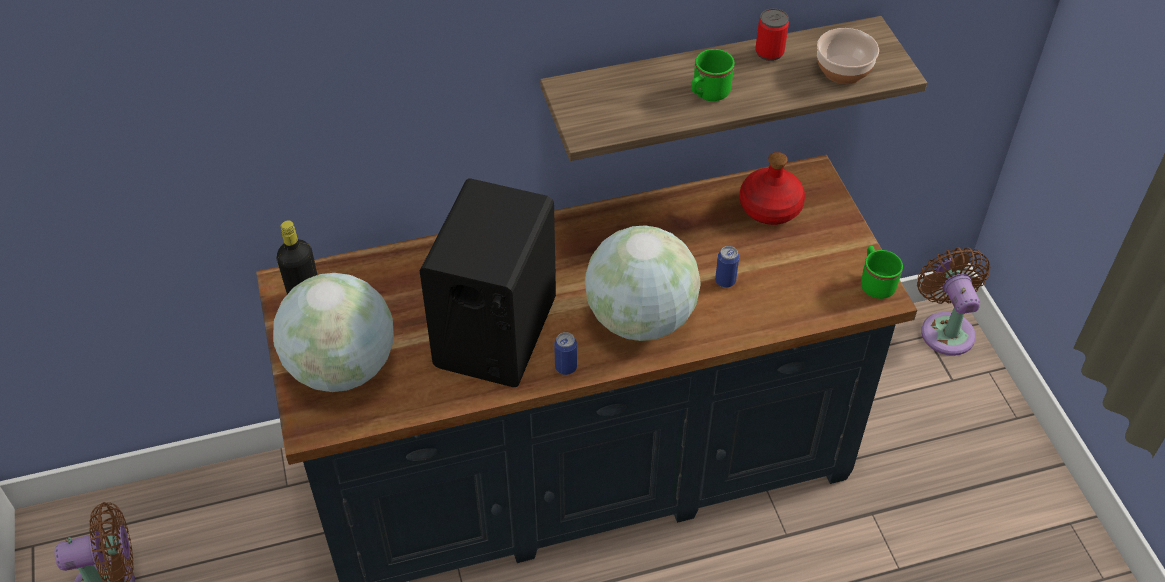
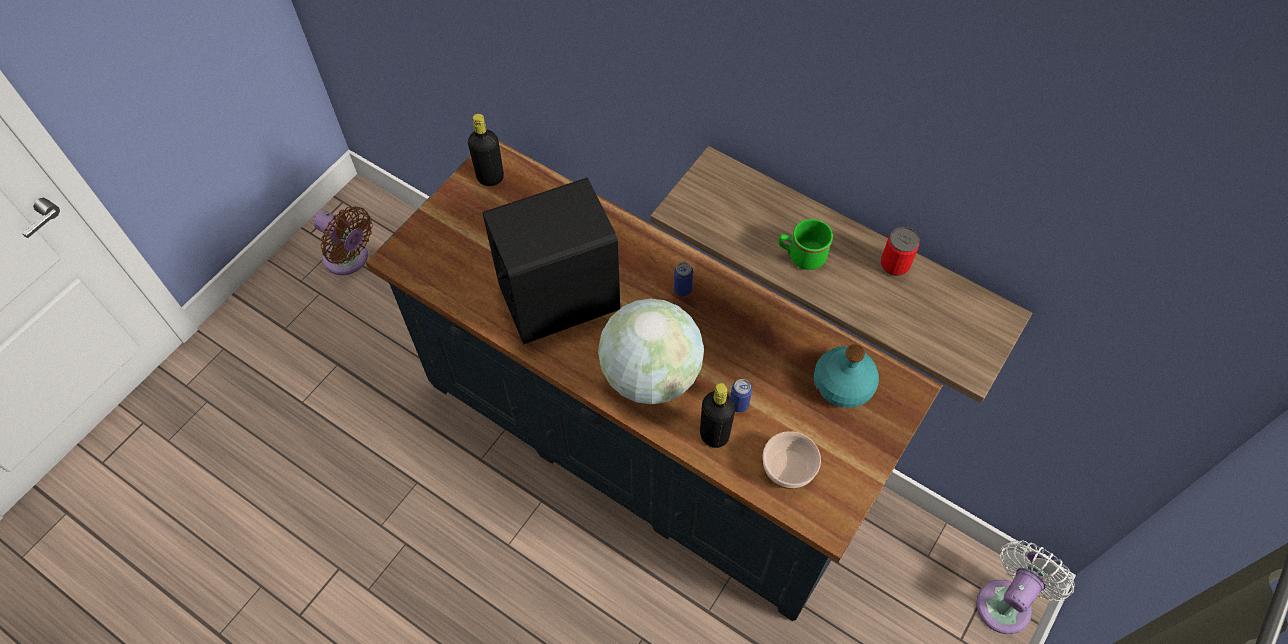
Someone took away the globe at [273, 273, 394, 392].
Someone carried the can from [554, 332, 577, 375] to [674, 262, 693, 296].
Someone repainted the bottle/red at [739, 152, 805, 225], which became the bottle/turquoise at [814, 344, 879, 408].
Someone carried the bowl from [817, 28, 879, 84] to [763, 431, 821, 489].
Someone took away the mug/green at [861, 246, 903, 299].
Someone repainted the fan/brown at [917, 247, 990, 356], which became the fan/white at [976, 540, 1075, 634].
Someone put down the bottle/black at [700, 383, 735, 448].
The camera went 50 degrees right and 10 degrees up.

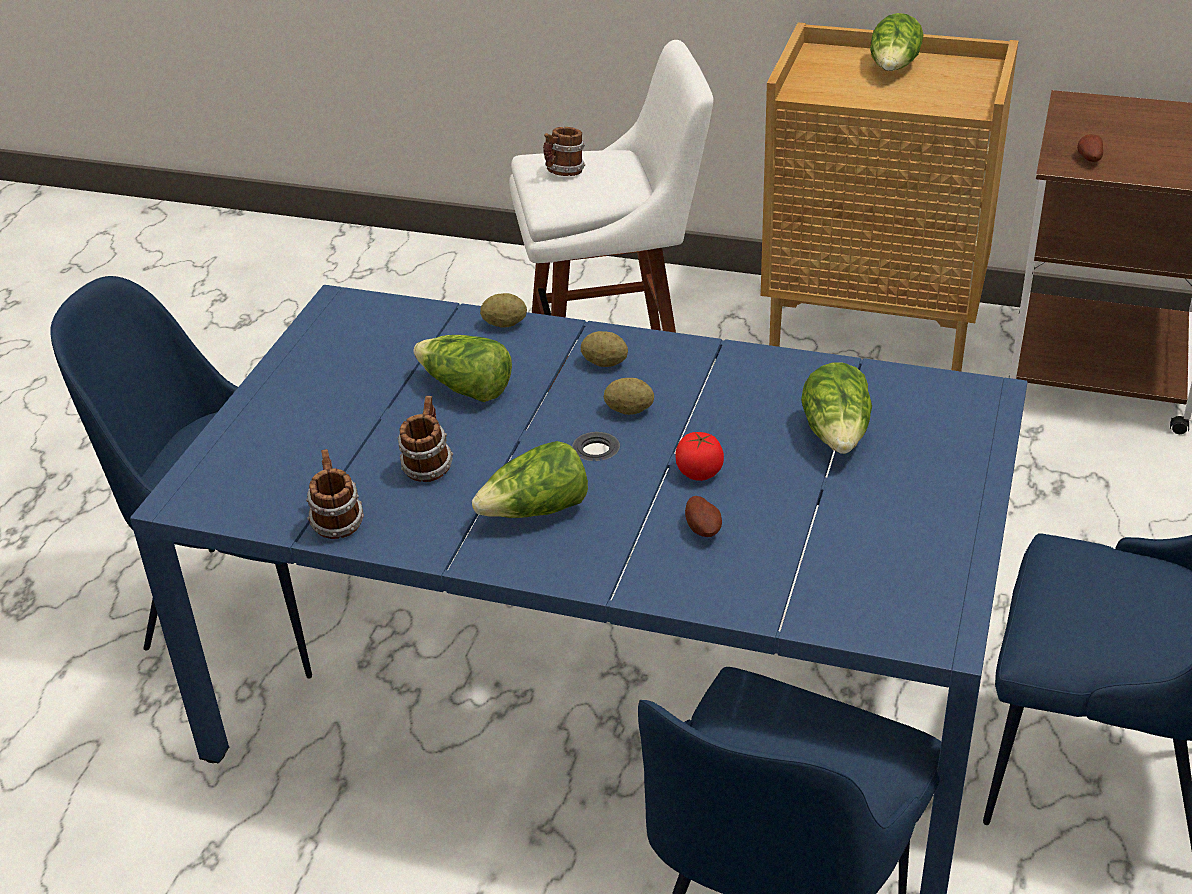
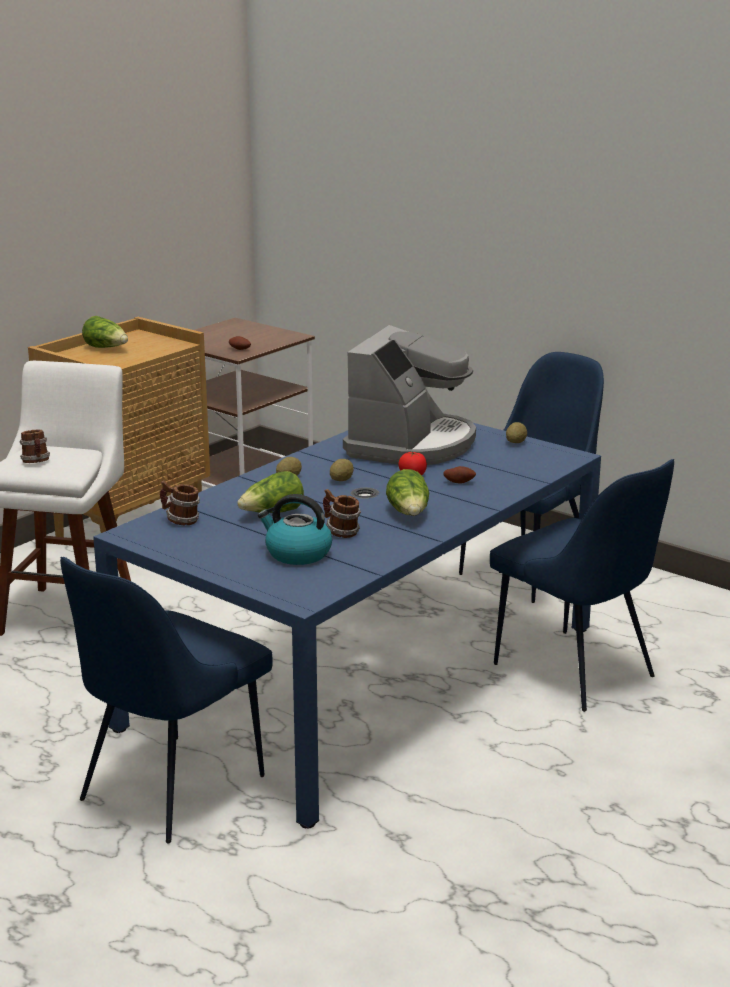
Someone carried the mug from [306, 449, 364, 539] to [160, 481, 200, 525].
Someone carried the potato from [480, 293, 527, 327] to [506, 422, 527, 443].
Someone swapped the lettuce at [801, 363, 872, 454] for the coffee machine at [343, 325, 476, 465].
Someone put down the kettle at [258, 494, 332, 565].
The camera went 70 degrees left and 15 degrees down.

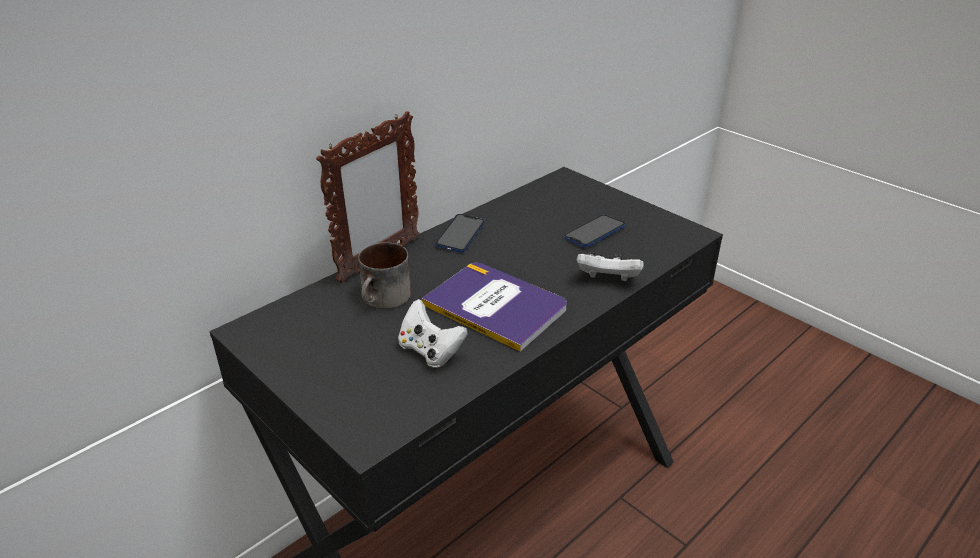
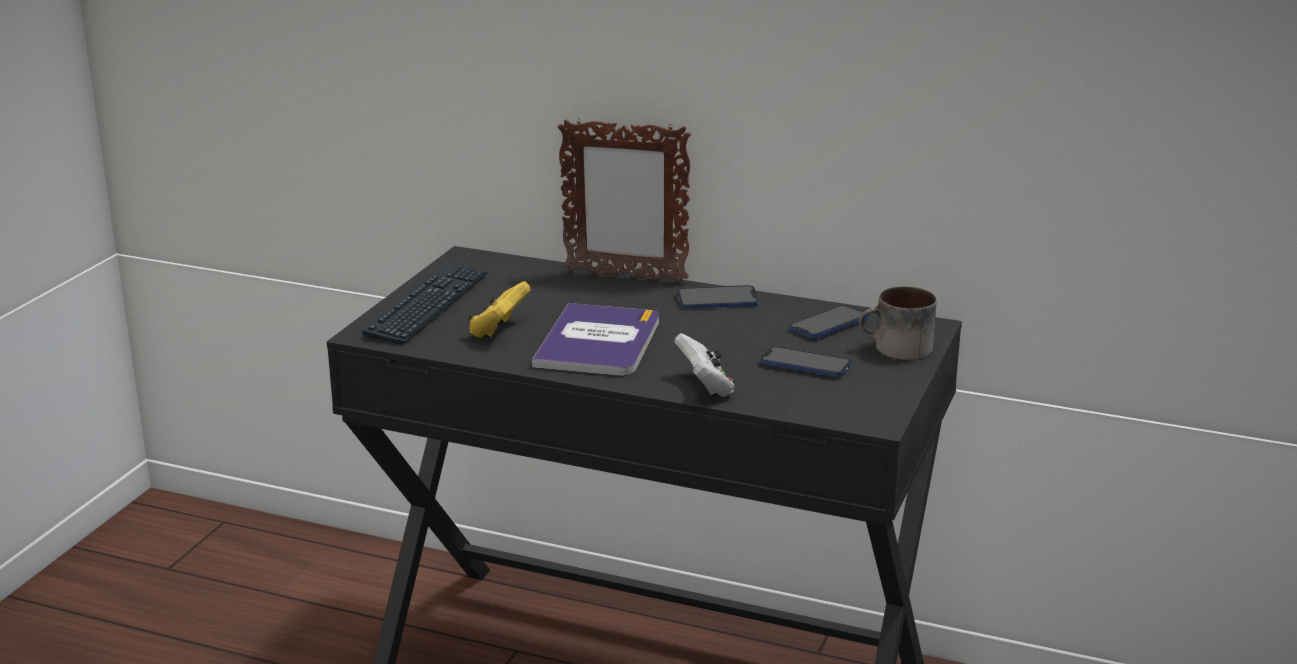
Someone carried the mug from [358, 242, 411, 309] to [858, 286, 937, 360].
Someone repainted the game controller/white at [398, 299, 468, 368], which became the game controller/yellow at [468, 281, 531, 338].
Someone put down the keyboard at [362, 262, 488, 345].
Someone put down the phone at [788, 305, 869, 338].
The camera went 65 degrees right and 10 degrees down.

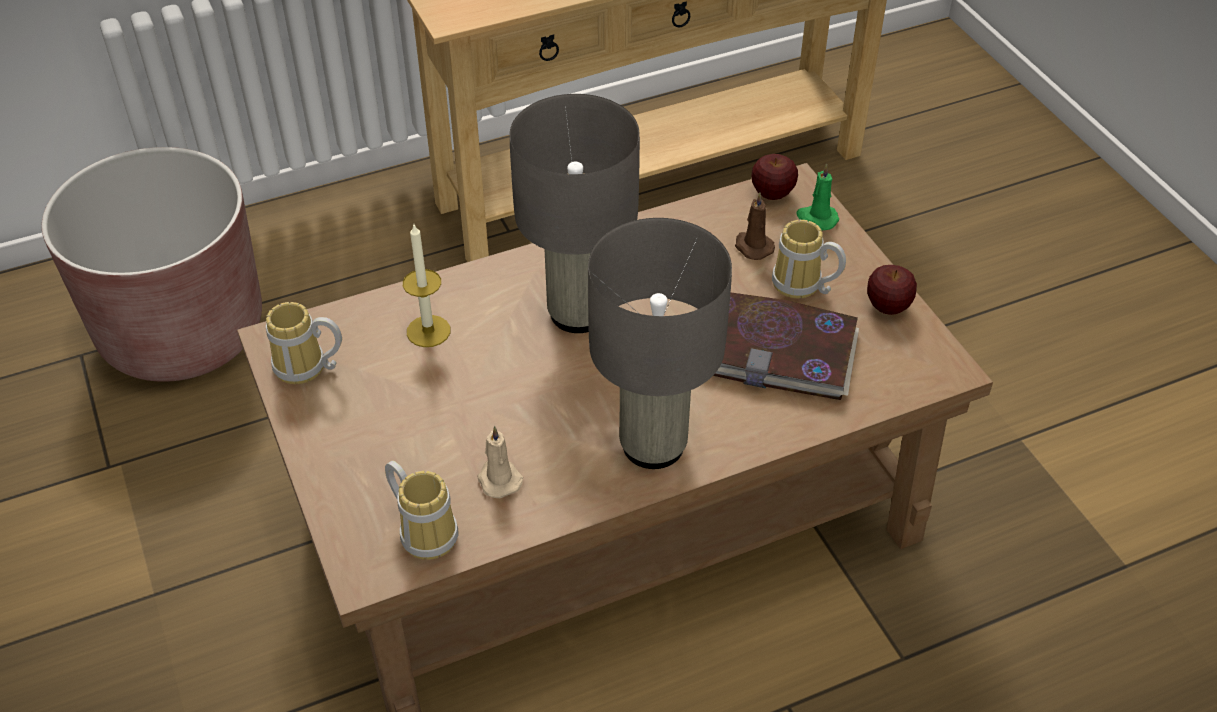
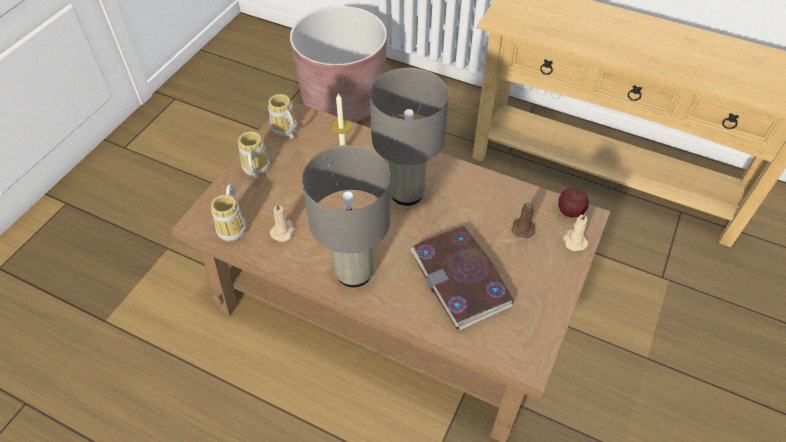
Someone carried the mug from [772, 220, 846, 298] to [238, 131, 270, 180].
Someone repainted the candle/green at [796, 163, 839, 230], which became the candle/beige at [563, 213, 588, 251].
Someone took away the apple at [867, 265, 917, 315].
The camera went 50 degrees right and 5 degrees up.

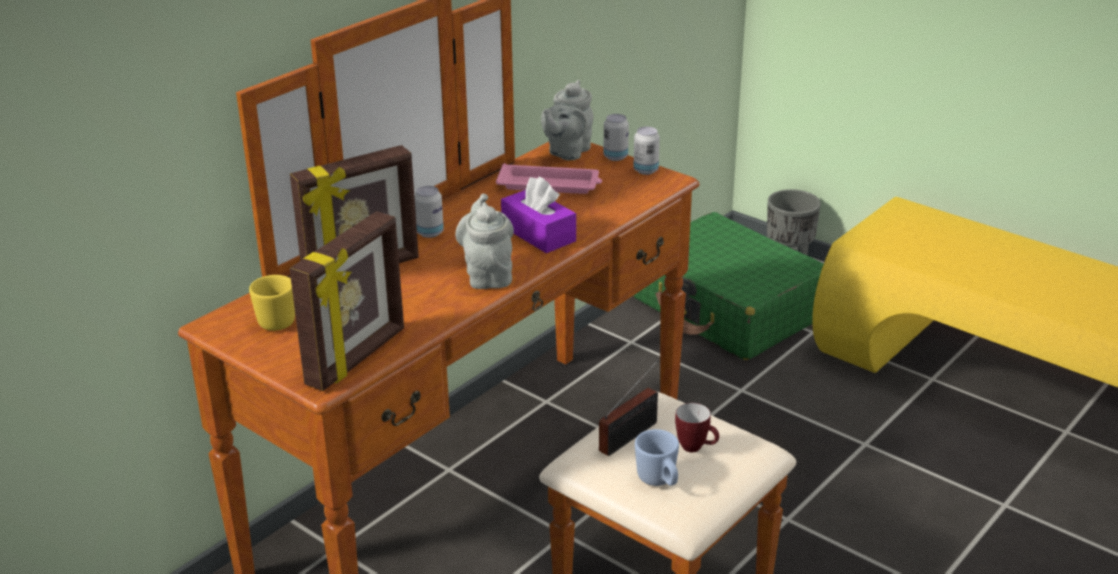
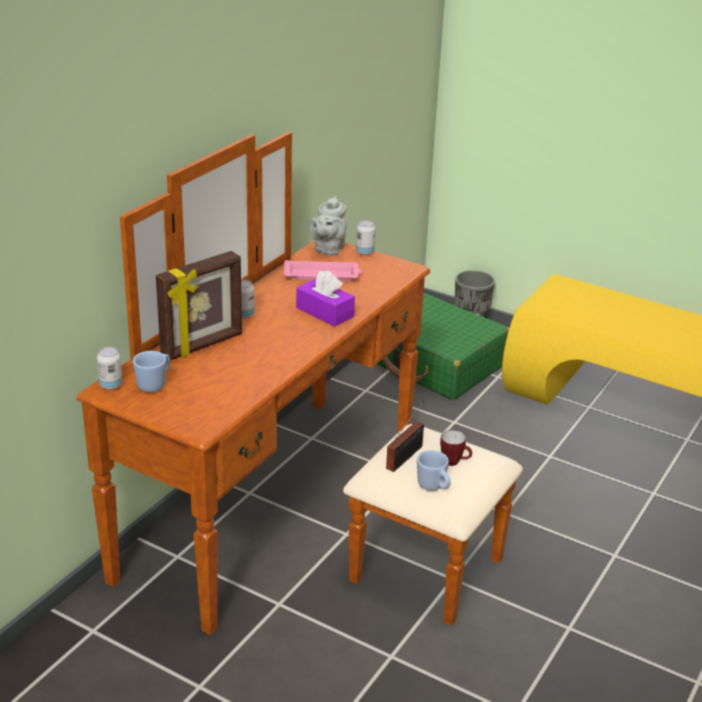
Someone repainted the mug/yellow at [249, 275, 295, 331], which became the mug/blue at [133, 351, 170, 392].
Someone took away the picture frame at [289, 211, 404, 391].
Someone took away the teapot/grey at [455, 194, 514, 289].
Someone carried the can from [634, 127, 660, 175] to [97, 347, 122, 390].
The camera went 10 degrees left and 0 degrees up.

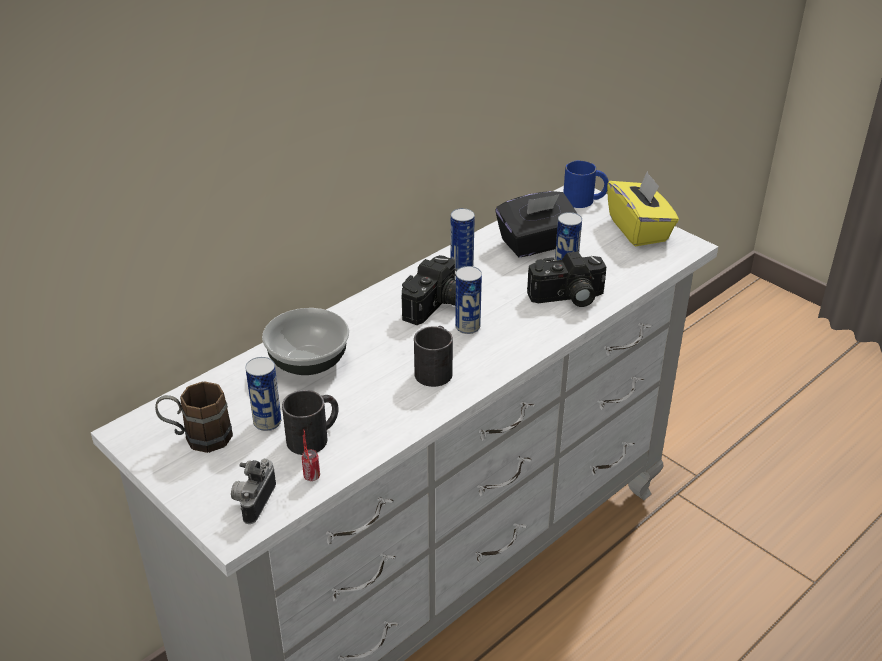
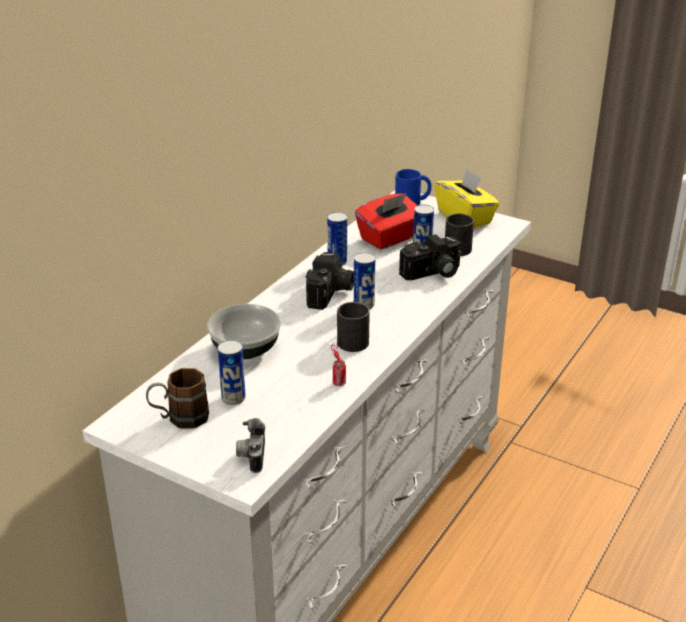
Someone carried the mug/black from [282, 390, 338, 455] to [445, 214, 474, 256].
Someone carried the can from [302, 430, 320, 481] to [331, 343, 346, 386].
Someone repainted the tissue box/black at [496, 191, 578, 257], which became the tissue box/red at [355, 193, 418, 250].
The camera went 15 degrees left and 5 degrees down.

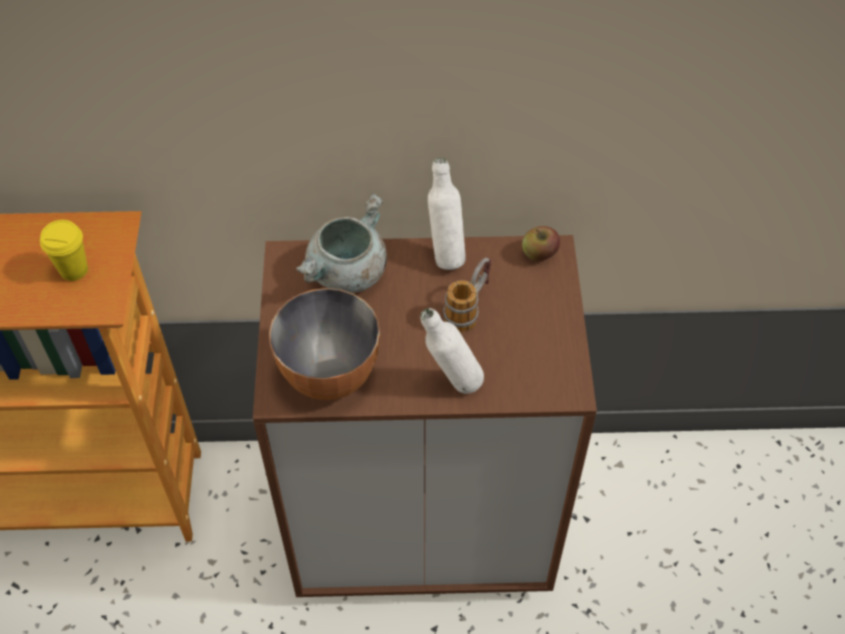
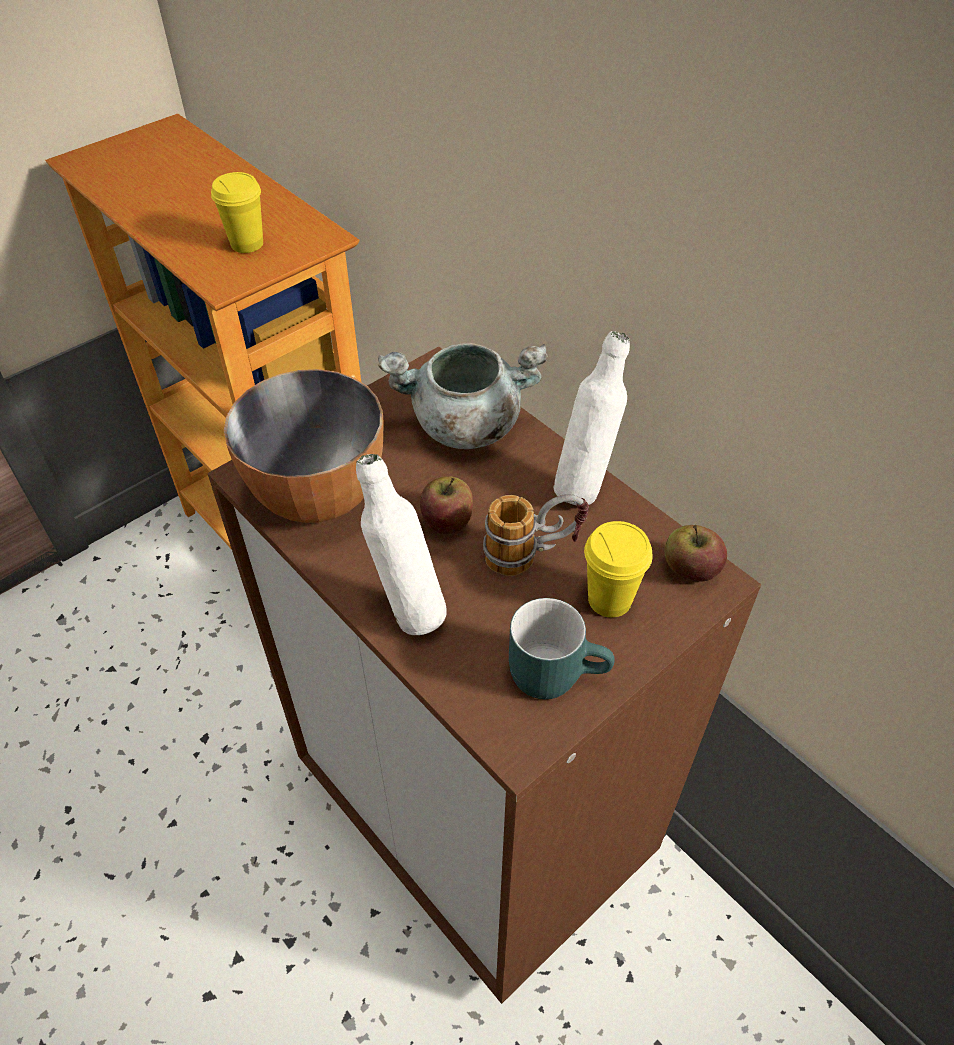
Someone put down the apple at [420, 476, 473, 534].
Someone put down the mug/turquoise at [509, 598, 614, 699].
Someone put down the cup/yellow at [584, 521, 653, 618].
The camera went 50 degrees right and 5 degrees down.

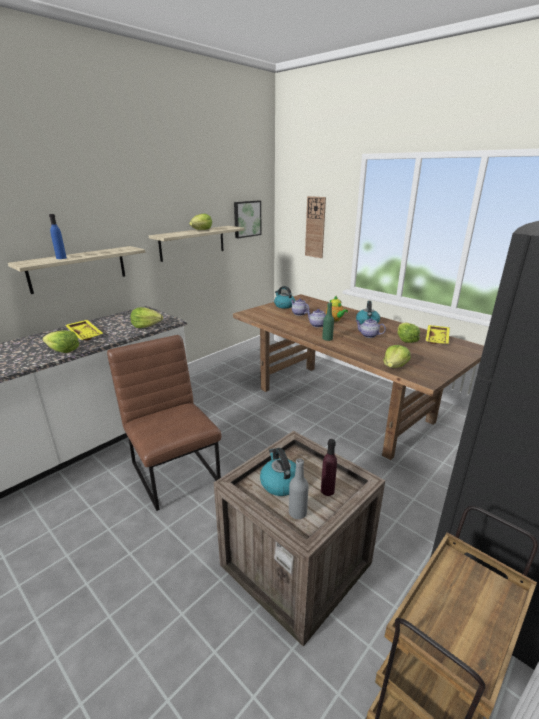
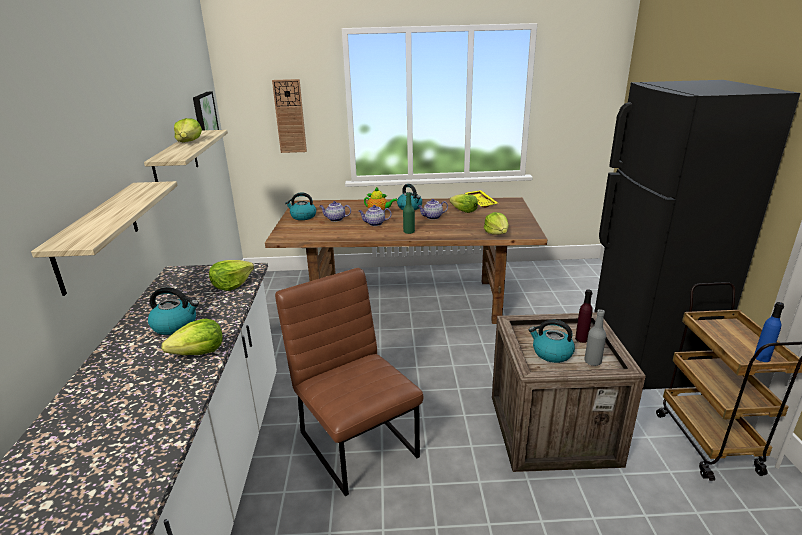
Someone carried the bottle/blue from [49, 214, 67, 259] to [754, 302, 784, 362].
Someone swapped the tray/yellow at [65, 320, 103, 341] for the kettle at [148, 287, 199, 335].
Someone rotated the chair/brown at [107, 335, 221, 511] by 45 degrees clockwise.
The camera went 45 degrees left and 0 degrees up.

